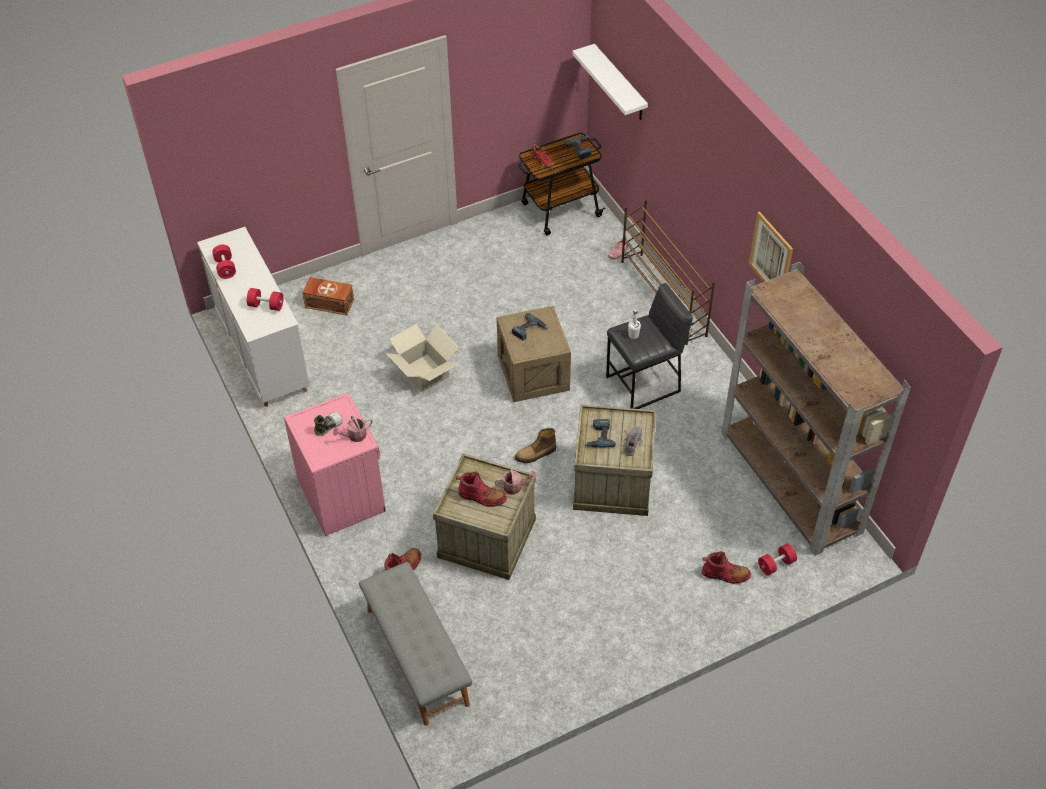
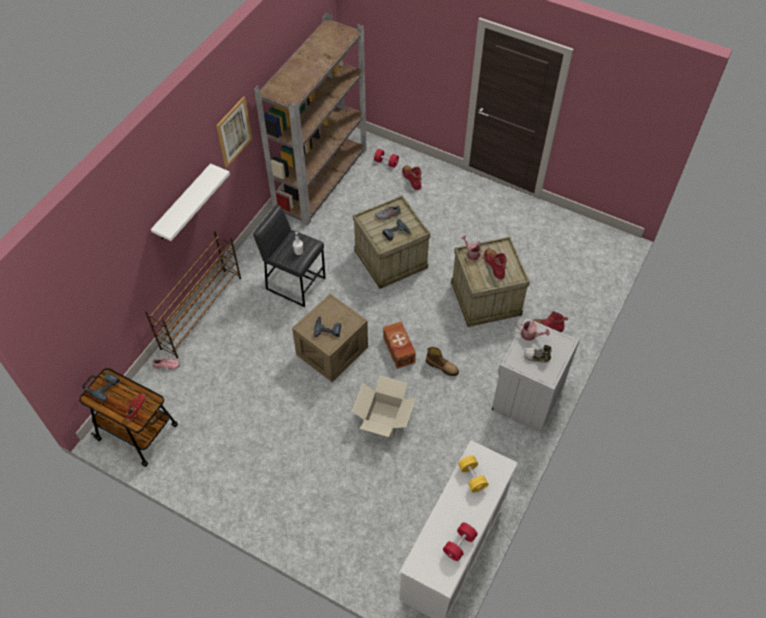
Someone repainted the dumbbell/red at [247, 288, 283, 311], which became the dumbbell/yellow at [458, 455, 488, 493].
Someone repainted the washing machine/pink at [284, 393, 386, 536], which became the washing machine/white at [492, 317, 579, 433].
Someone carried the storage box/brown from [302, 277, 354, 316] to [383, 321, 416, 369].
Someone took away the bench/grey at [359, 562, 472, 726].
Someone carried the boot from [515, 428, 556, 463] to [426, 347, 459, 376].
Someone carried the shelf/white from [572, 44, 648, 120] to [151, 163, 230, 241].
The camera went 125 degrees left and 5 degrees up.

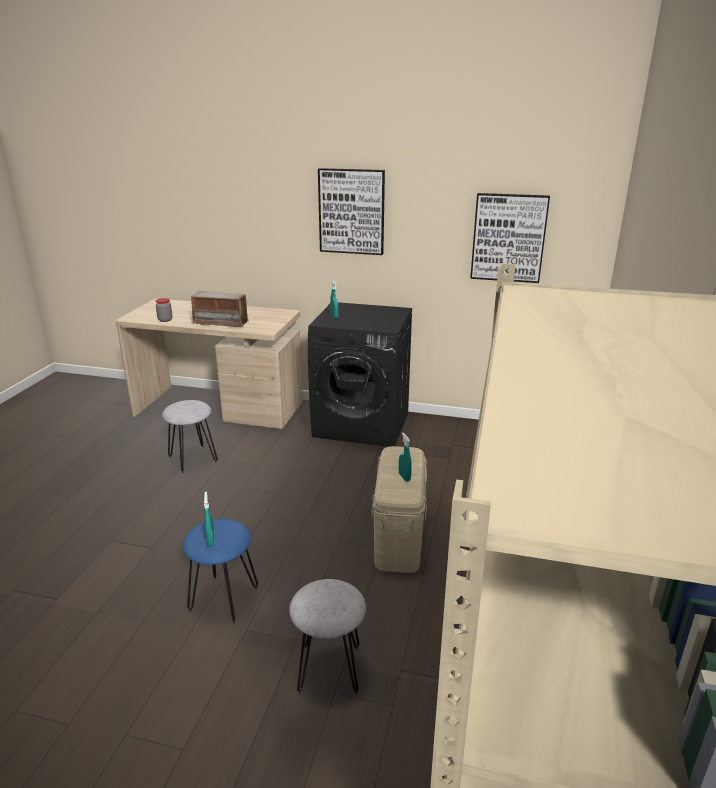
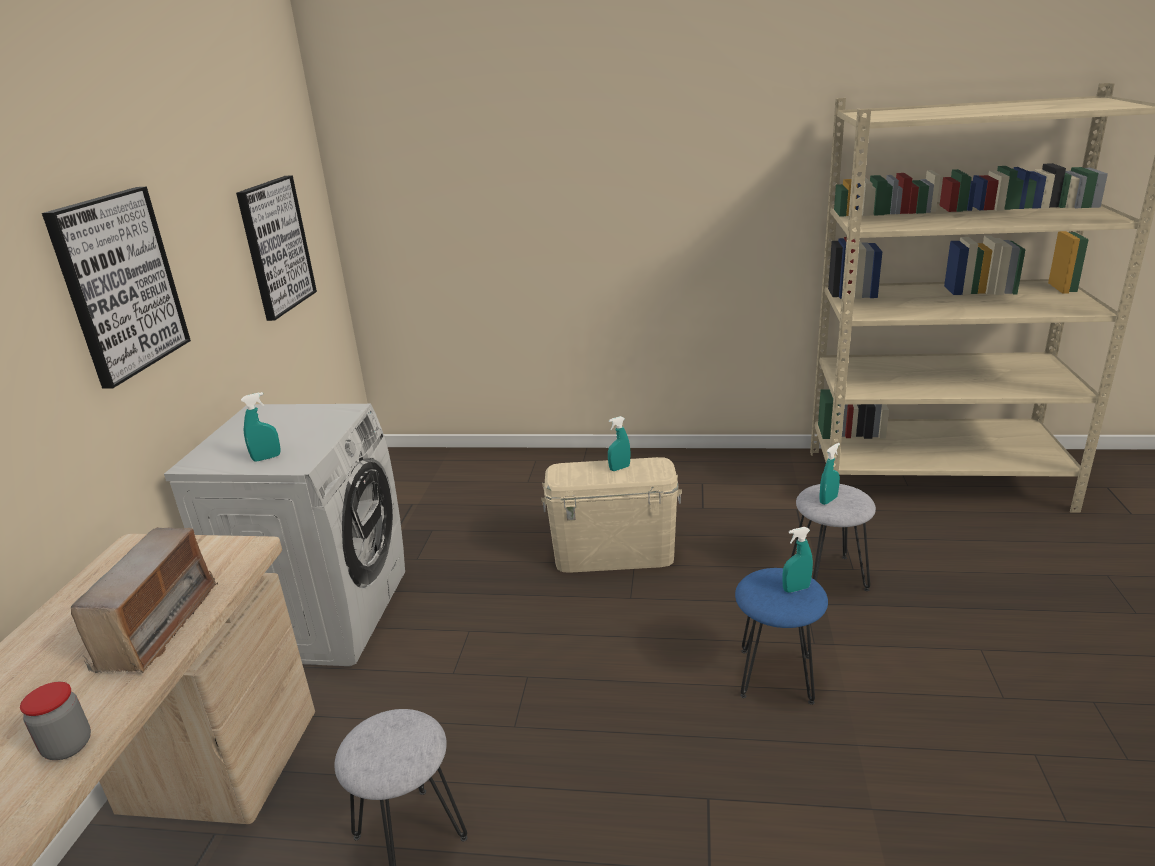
Someone repainted the washing machine/black at [308, 302, 412, 447], which became the washing machine/white at [164, 403, 405, 666].
Someone put down the spray bottle/turquoise at [819, 443, 840, 505].
The camera went 95 degrees left and 0 degrees up.

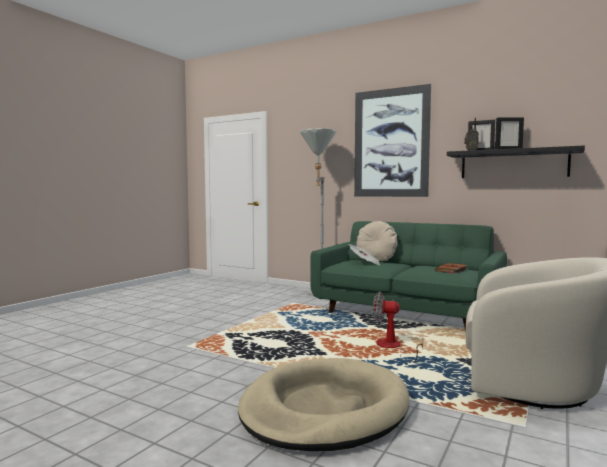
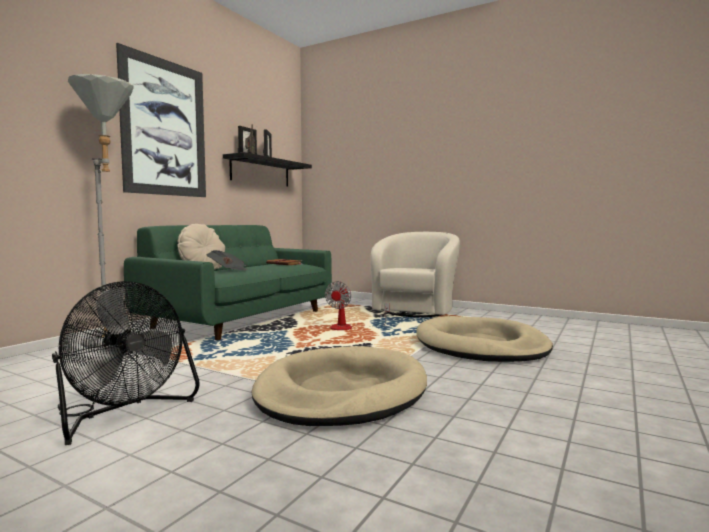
Someone put down the fan/black at [52, 281, 199, 445].
Someone put down the dog bed/beige at [252, 346, 427, 426].
The camera went 90 degrees left and 0 degrees up.

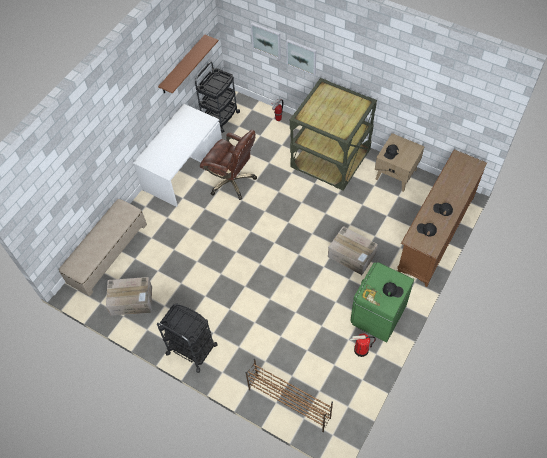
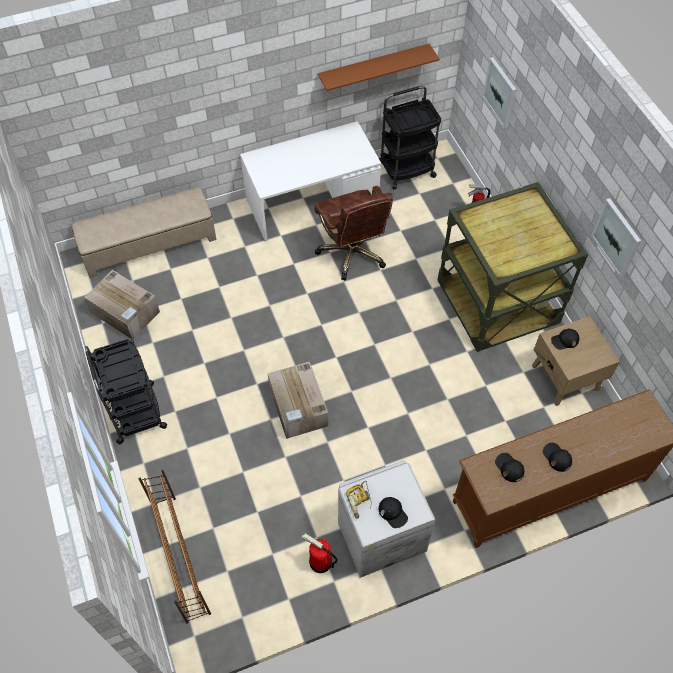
Someone carried the picture from [286, 39, 316, 76] to [592, 198, 641, 277].
Someone carried the cardboard box from [328, 226, 378, 275] to [268, 362, 328, 439].
Someone repainted the washing machine/green at [350, 262, 414, 342], which became the washing machine/white at [338, 460, 436, 578].
The camera went 35 degrees right and 0 degrees up.

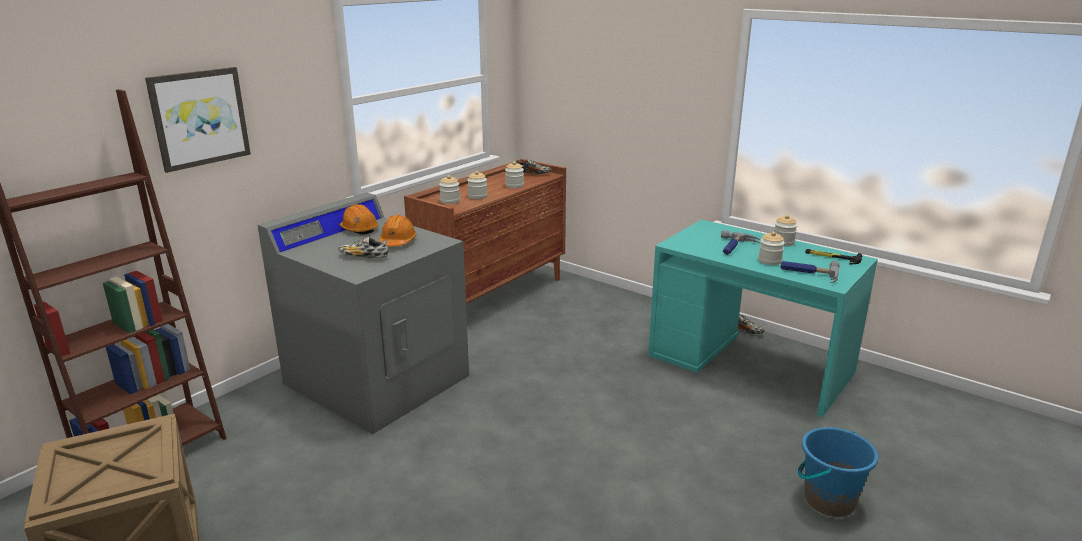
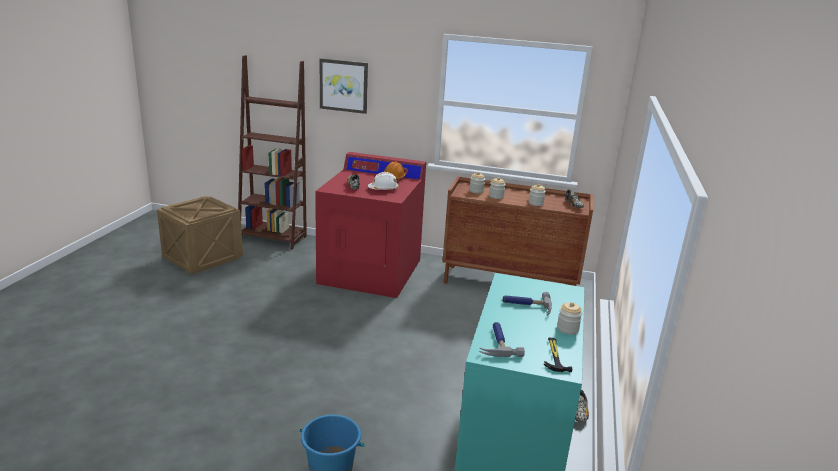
Someone repainted the washing machine/grey at [257, 192, 469, 434], which became the washing machine/red at [315, 152, 426, 298].
Someone repainted the hard hat/orange at [379, 215, 417, 246], which became the hard hat/white at [368, 172, 399, 190].
Someone took away the jar at [758, 232, 785, 265].
The camera went 65 degrees right and 0 degrees up.

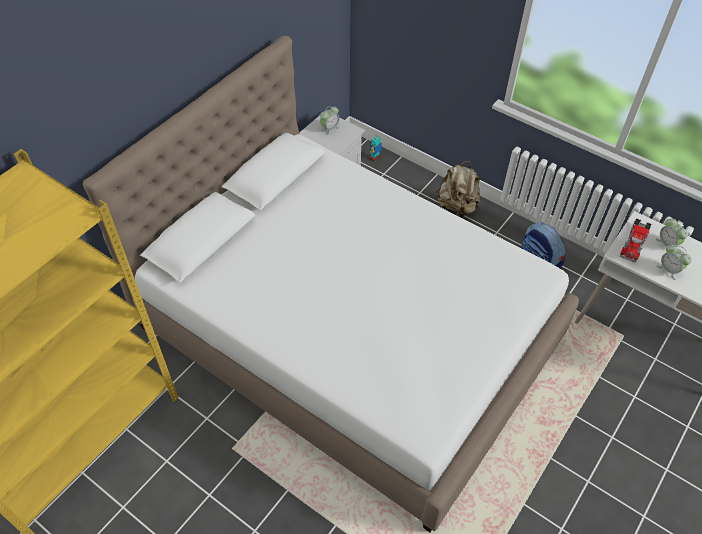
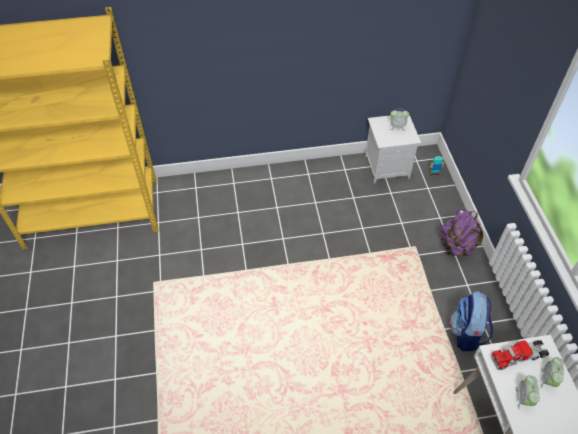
Someone took away the bed/white at [83, 35, 579, 532].
Someone repainted the backpack/beige at [436, 161, 480, 218], which became the backpack/purple at [440, 210, 483, 256].
The camera went 45 degrees right and 0 degrees up.

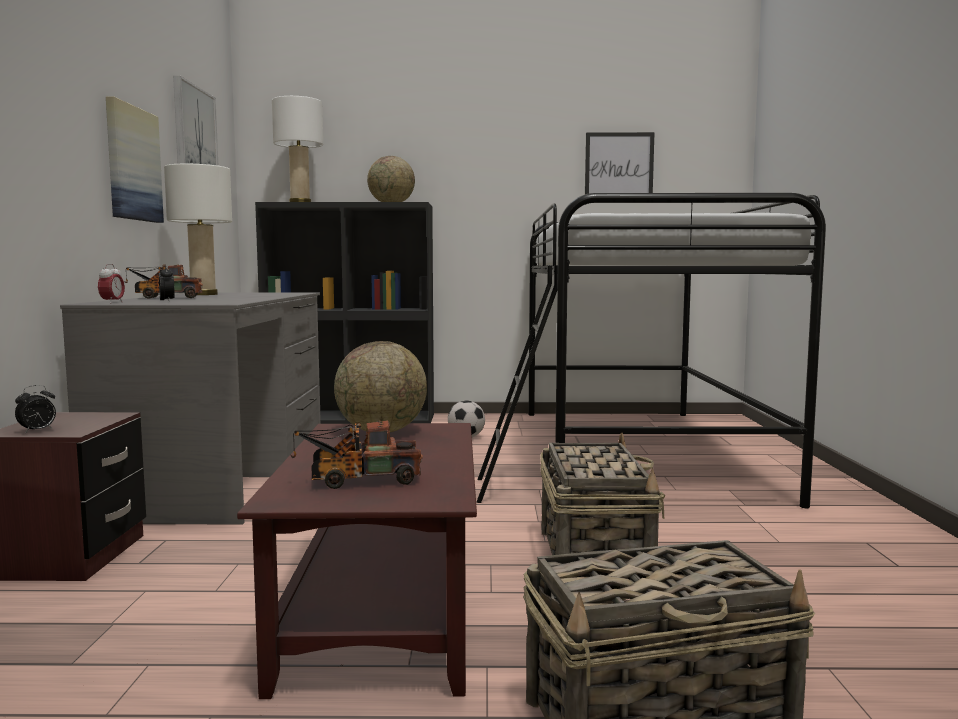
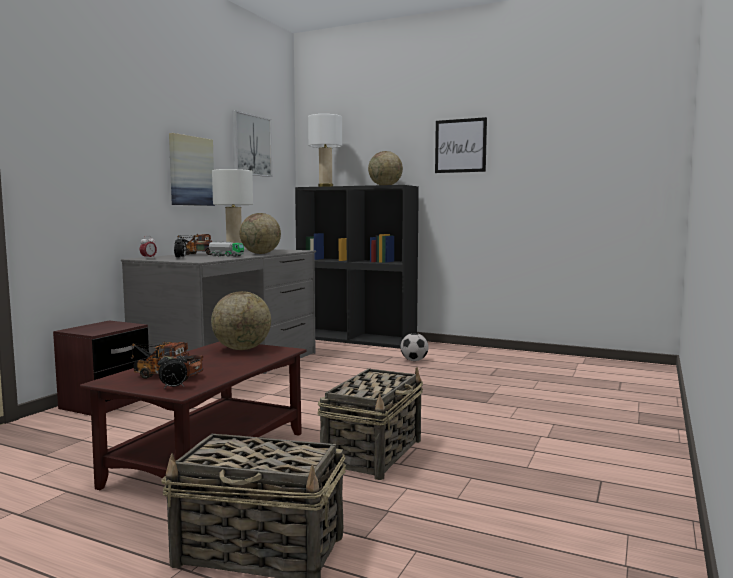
Someone carried the alarm clock from [15, 385, 56, 433] to [158, 351, 187, 389].
Someone took away the bed/black at [477, 193, 826, 508].
Someone carried the picture from [585, 132, 655, 194] to [435, 117, 487, 173].
Someone put down the toy truck at [209, 242, 244, 257].
Someone put down the globe at [240, 213, 281, 254].
The camera went 25 degrees right and 0 degrees up.

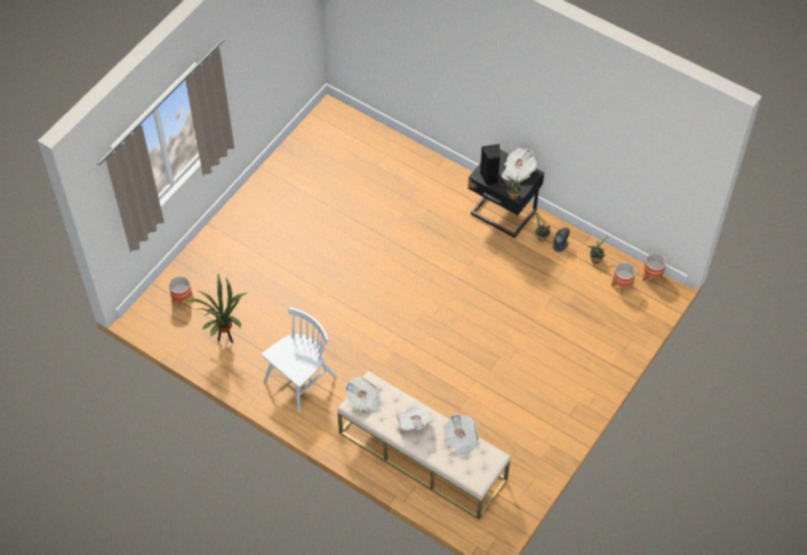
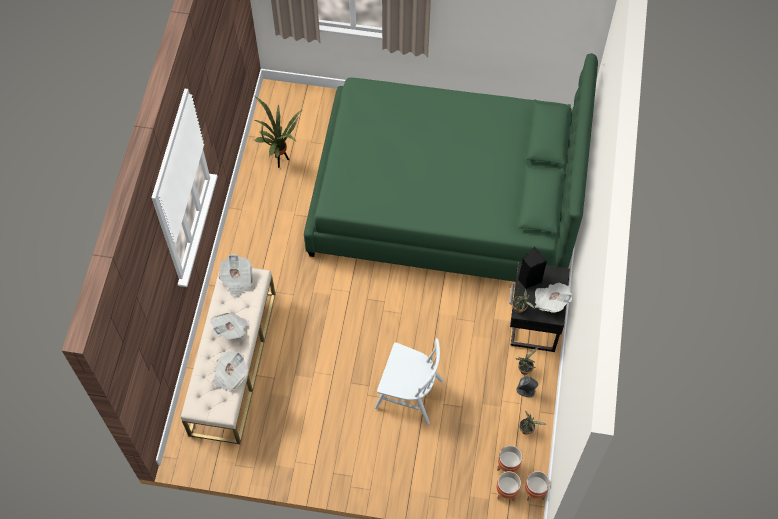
Someone carried the planter from [169, 276, 193, 309] to [497, 471, 521, 502].
Someone carried the chair/white from [261, 307, 337, 412] to [375, 339, 444, 424].
Someone put down the bed/green at [304, 53, 598, 282].
The camera went 65 degrees right and 5 degrees up.

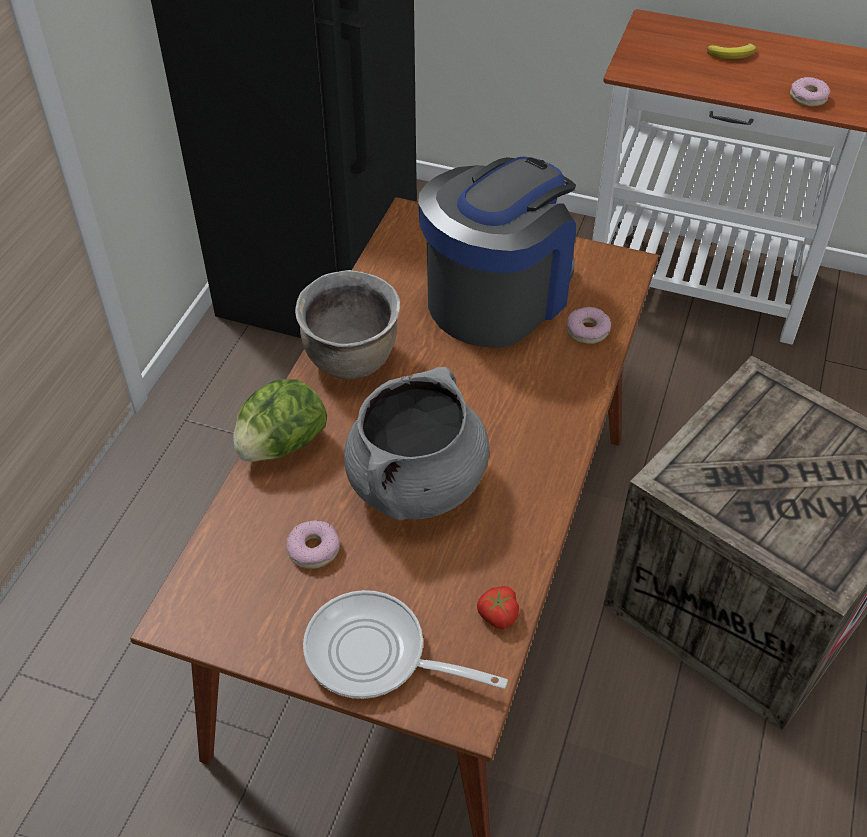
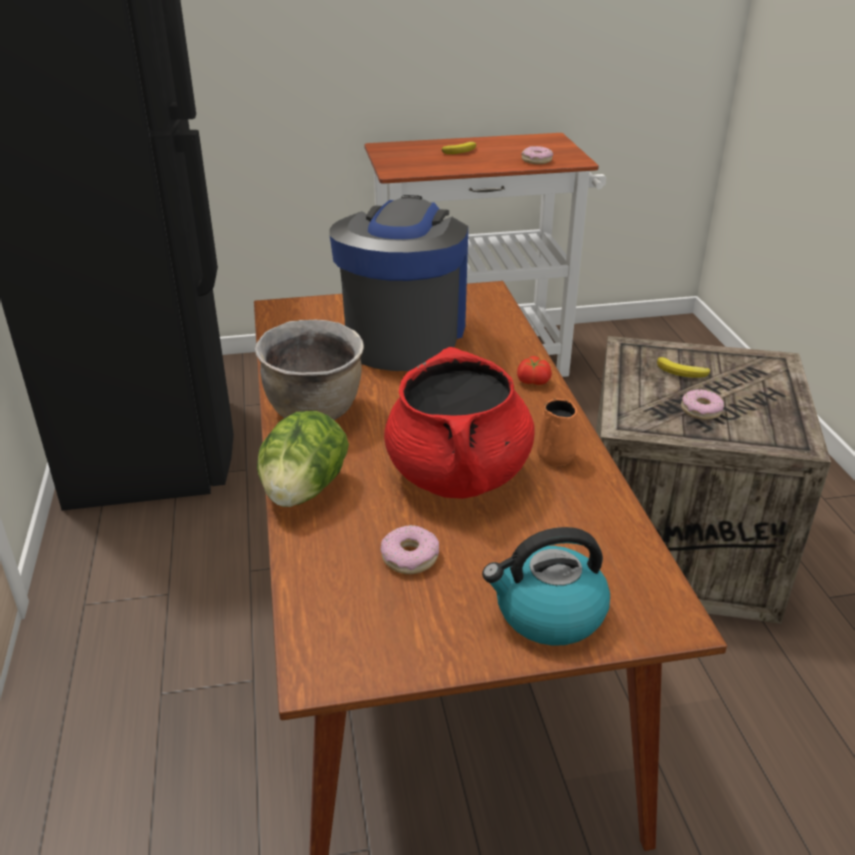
Someone swapped the frying pan at [303, 590, 508, 699] for the kettle at [482, 527, 610, 646].
Someone repainted the cooking pot/grey at [344, 367, 489, 521], which became the cooking pot/red at [384, 347, 535, 499].
Someone carried the tomato from [477, 586, 519, 629] to [517, 356, 552, 385].
Someone carried the donut from [567, 307, 611, 344] to [681, 389, 724, 420].
Someone put down the mug/orange at [537, 399, 578, 467].
Someone put down the banana at [657, 357, 710, 378].
The camera went 30 degrees left and 15 degrees down.

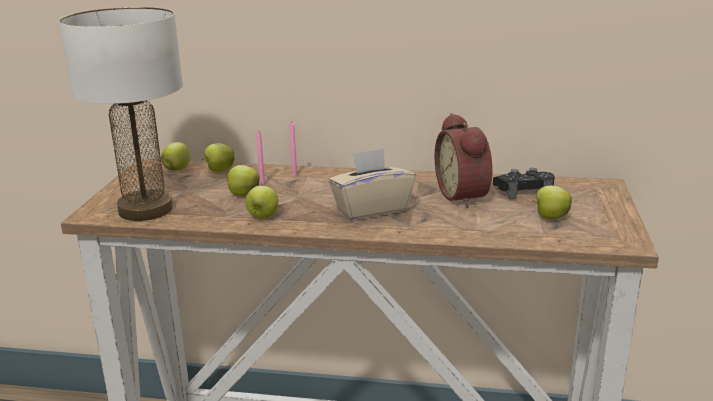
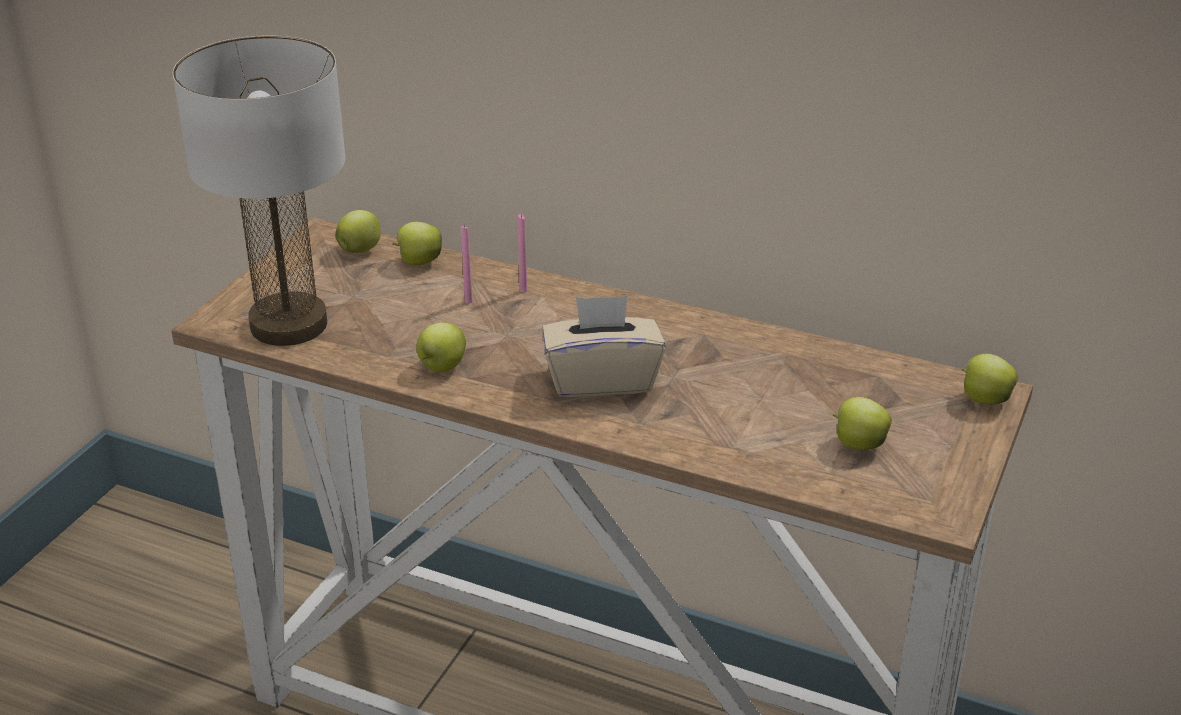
Someone carried the apple from [227, 165, 260, 196] to [961, 354, 1018, 405].
Someone took away the alarm clock at [435, 113, 493, 208].
Someone took away the game controller/black at [493, 168, 555, 199].
The camera went 15 degrees right and 10 degrees up.

